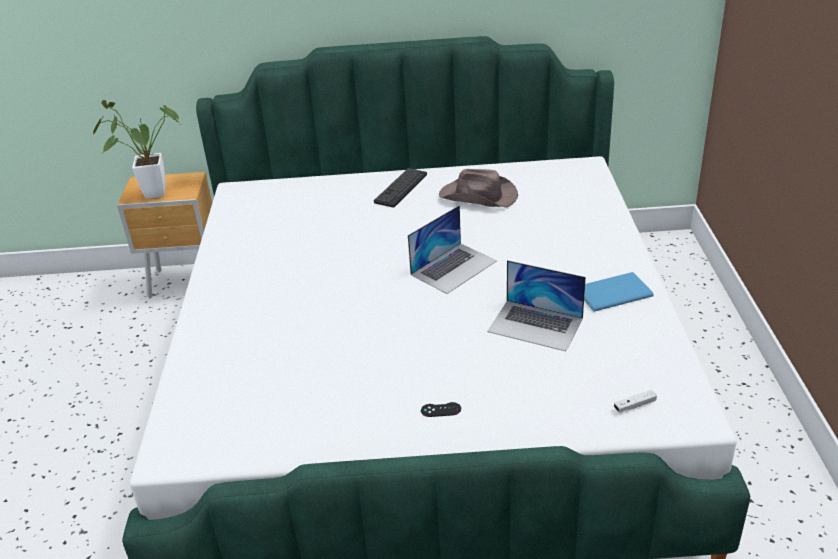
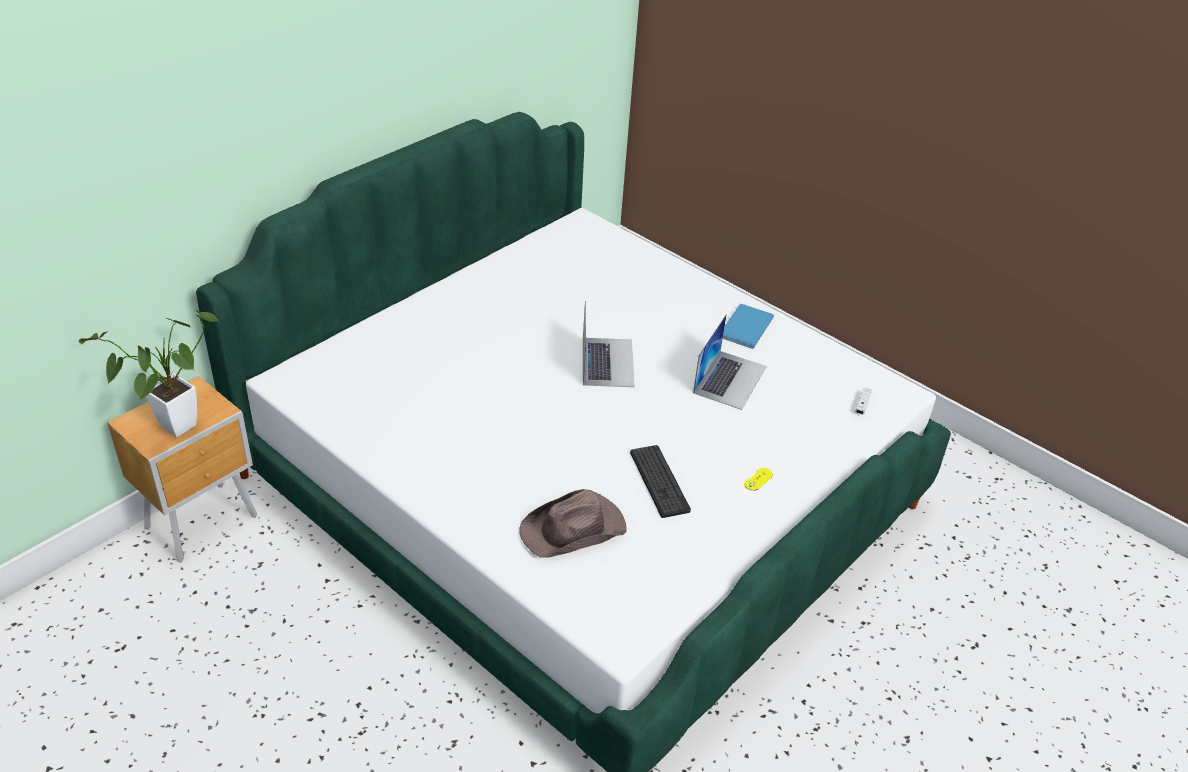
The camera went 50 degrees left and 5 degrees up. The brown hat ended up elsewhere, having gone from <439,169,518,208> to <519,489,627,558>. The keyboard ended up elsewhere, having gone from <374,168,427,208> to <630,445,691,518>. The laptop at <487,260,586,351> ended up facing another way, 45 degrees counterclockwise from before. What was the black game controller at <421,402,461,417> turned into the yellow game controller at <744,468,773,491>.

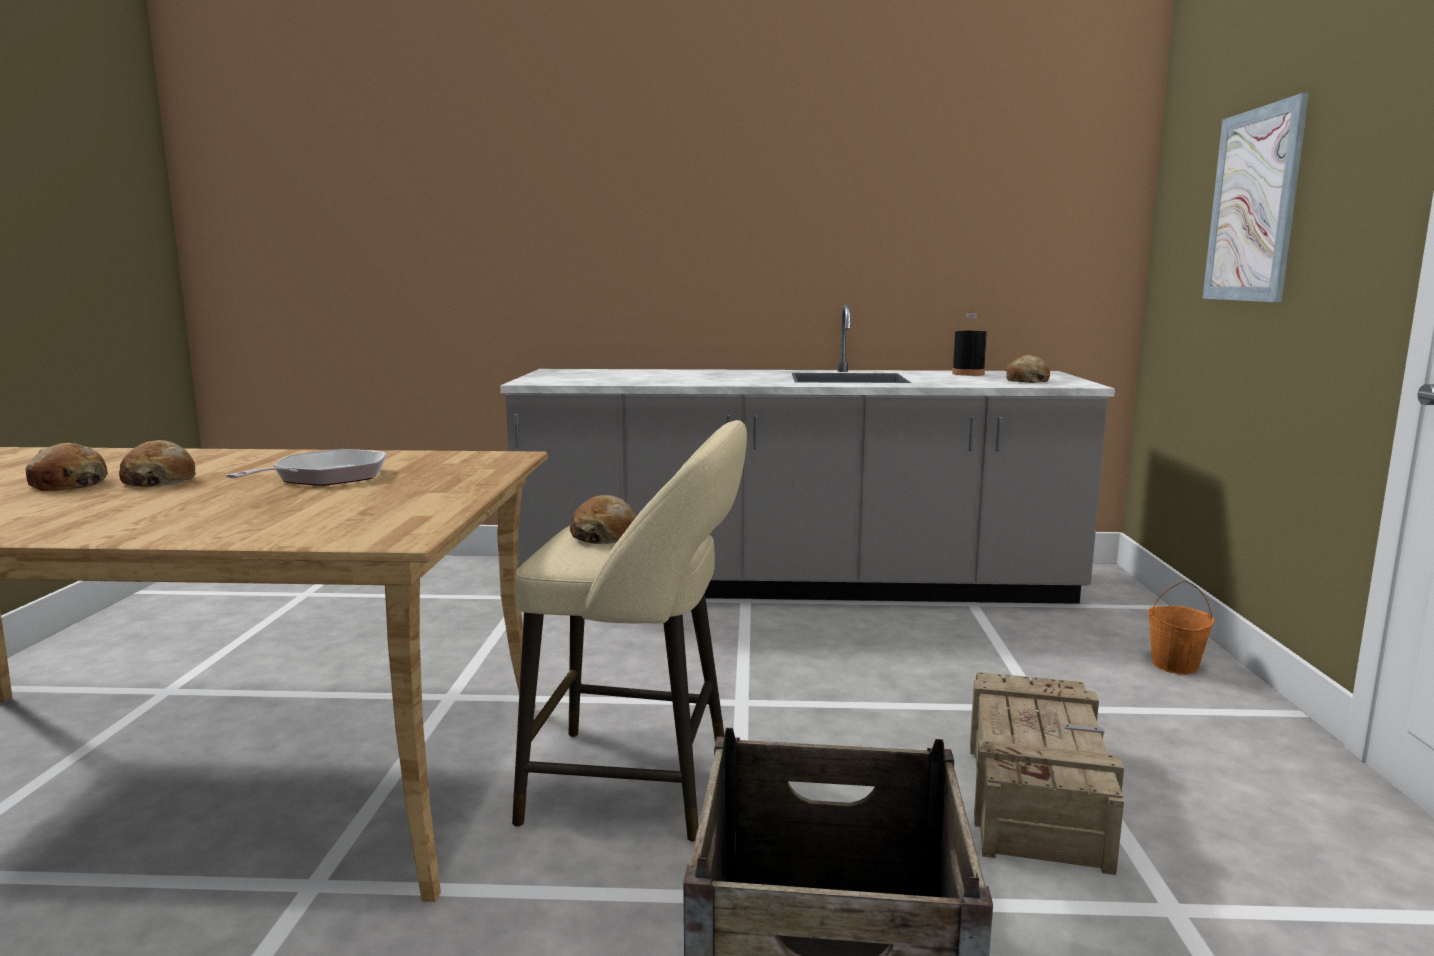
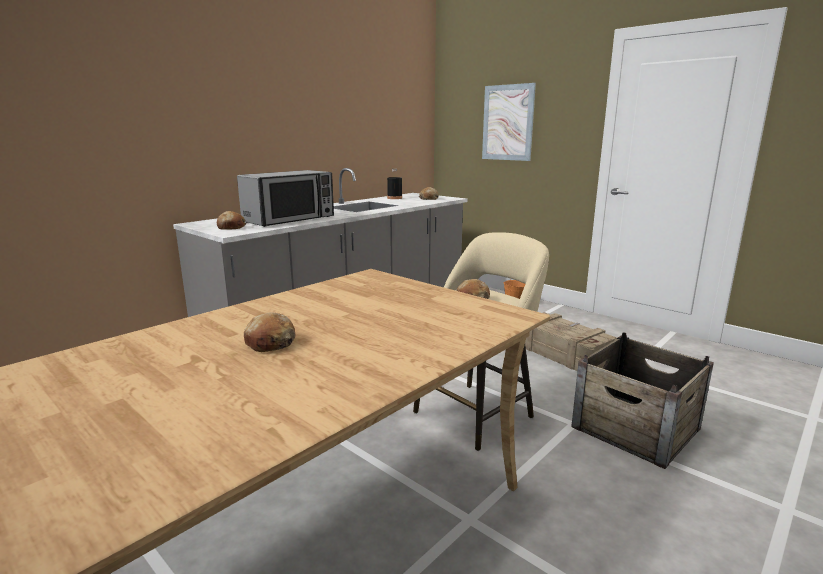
The camera went 50 degrees left and 5 degrees up. The bread ended up elsewhere, having gone from <26,443,108,491> to <217,211,247,230>. The second view gained the microwave at <237,170,334,227>. The second view lost the frying pan at <226,449,386,486>.

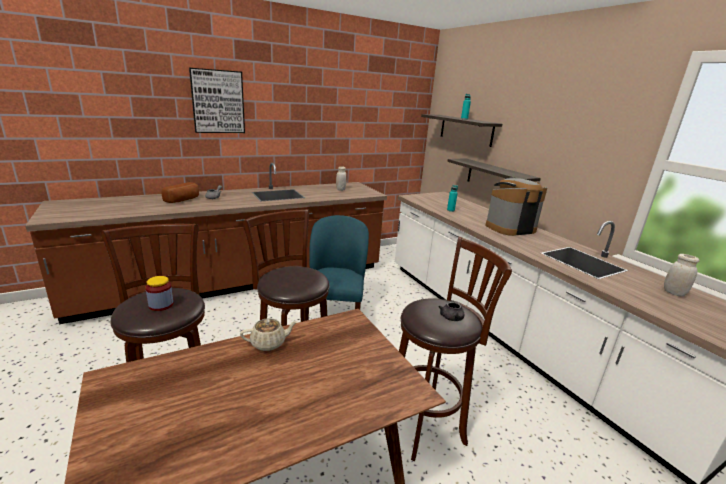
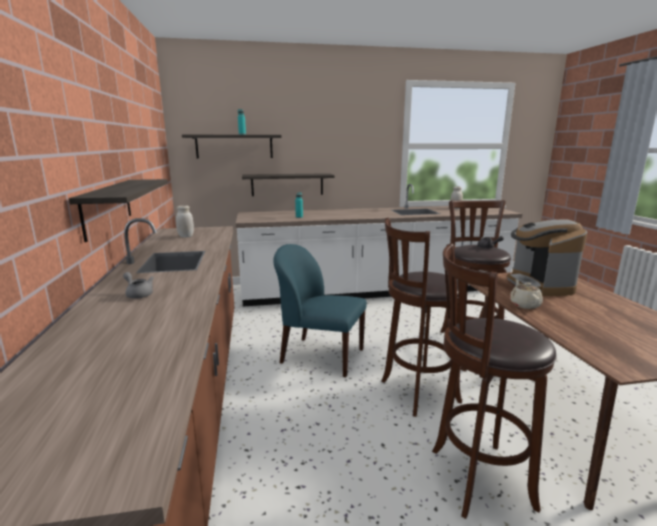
The camera went 70 degrees left and 5 degrees down. The second view gained the shelf at <69,179,168,242>. The coffee machine ended up elsewhere, having gone from <486,177,547,236> to <507,219,587,296>. The second view lost the jar at <145,276,174,311>. The second view lost the bread at <162,182,199,203>. The second view lost the picture at <189,68,245,133>.

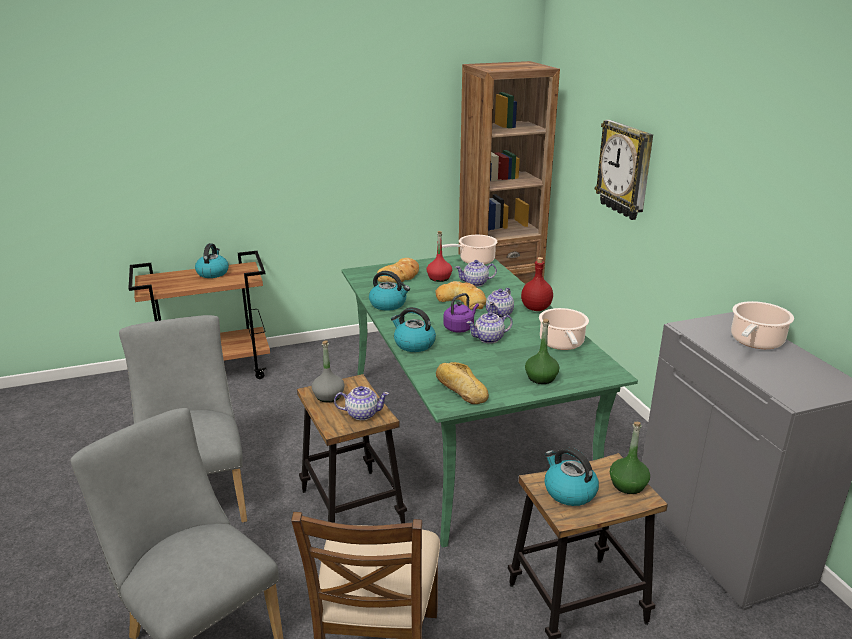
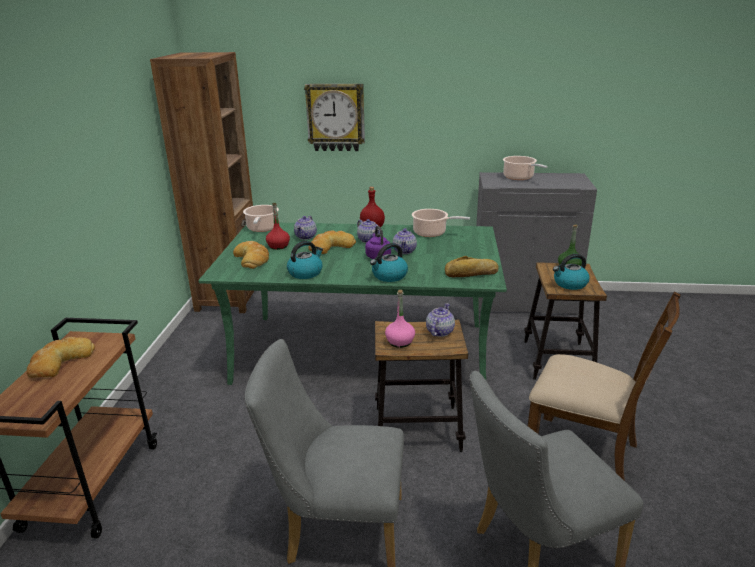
The camera went 65 degrees left and 0 degrees up. Where the kettle stood at <195,243,229,278>, the bread came to stand at <27,337,95,378>. What was the grey bottle at <312,341,345,403> turned into the pink bottle at <385,290,415,348>. The second view lost the green bottle at <525,318,559,384>.

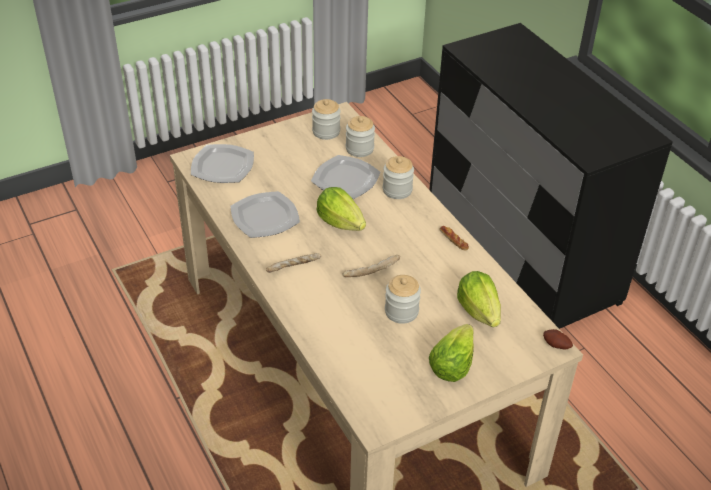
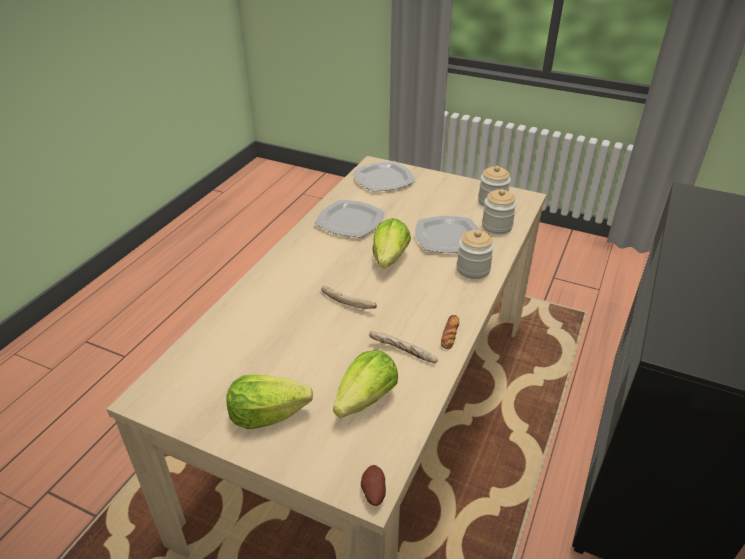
The camera went 55 degrees right and 5 degrees down. The bread ended up elsewhere, having gone from <266,253,322,273> to <369,331,438,363>. The second view lost the jar at <385,275,421,324>.

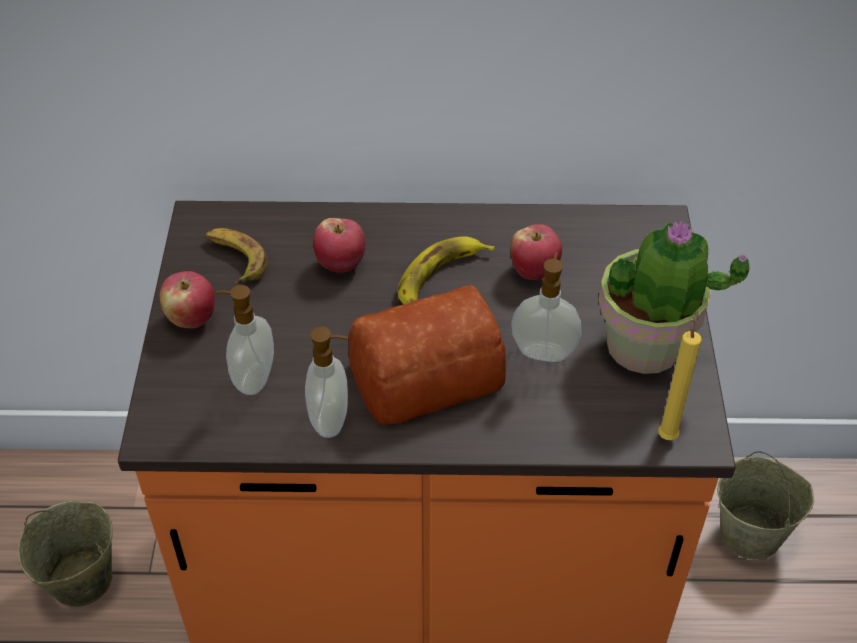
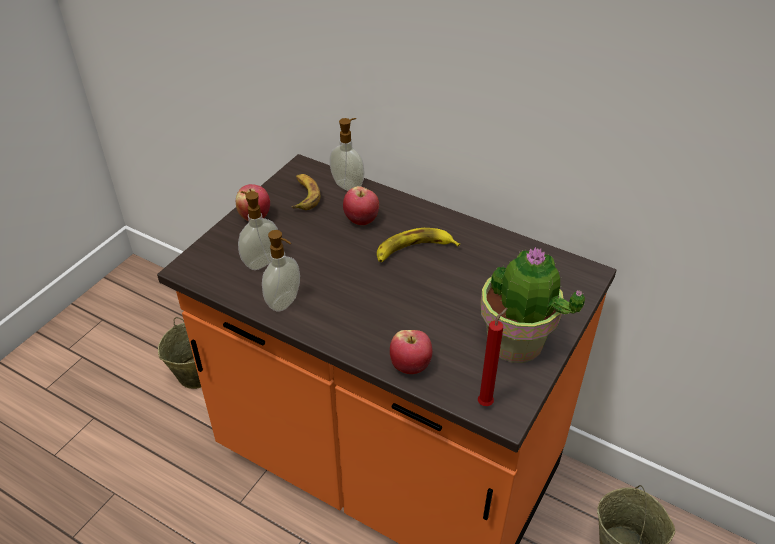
The camera went 30 degrees right and 5 degrees down. The soap dispenser ended up elsewhere, having gone from <511,252,582,362> to <330,118,365,191>. The apple ended up elsewhere, having gone from <510,224,562,280> to <390,330,432,374>. What was the yellow candle at <658,311,702,440> turned into the red candle at <478,308,508,406>. The second view lost the bread at <349,285,506,425>.

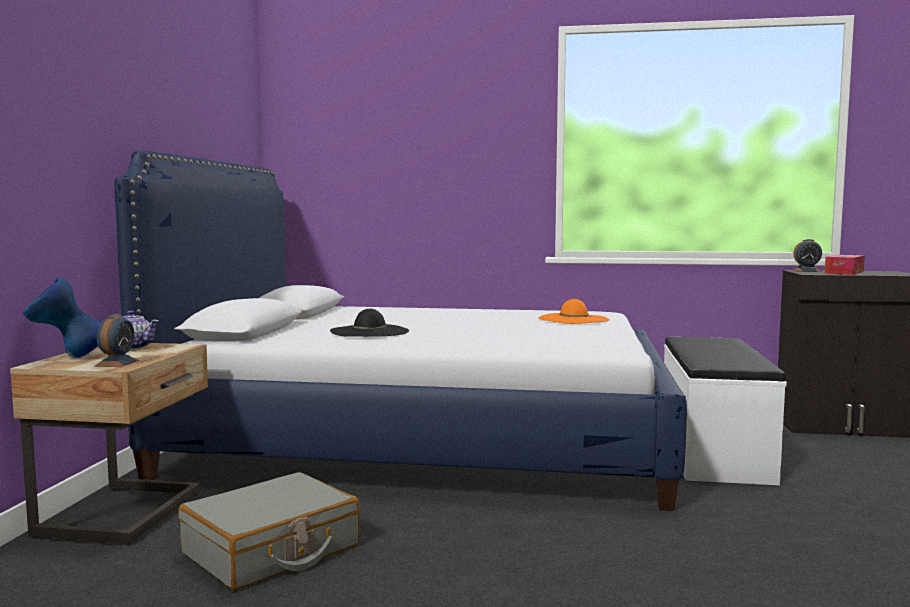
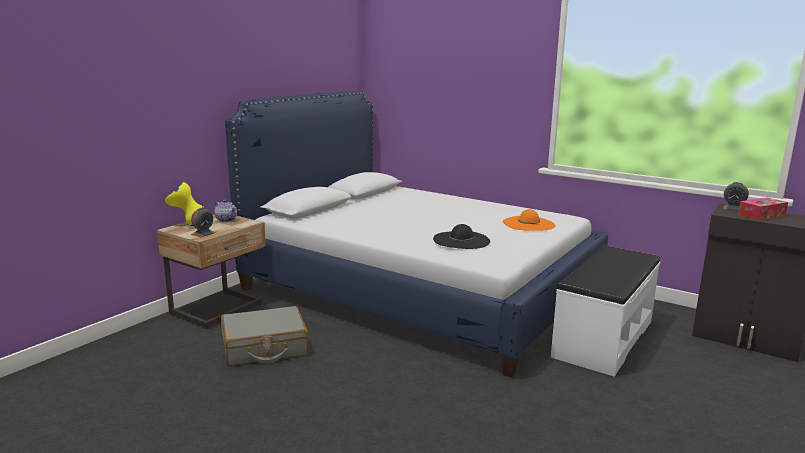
The camera went 25 degrees right and 10 degrees up. What was the blue vase at <23,277,101,358> turned into the yellow vase at <165,182,205,226>. The black hat ended up elsewhere, having gone from <330,309,409,337> to <433,224,490,249>.

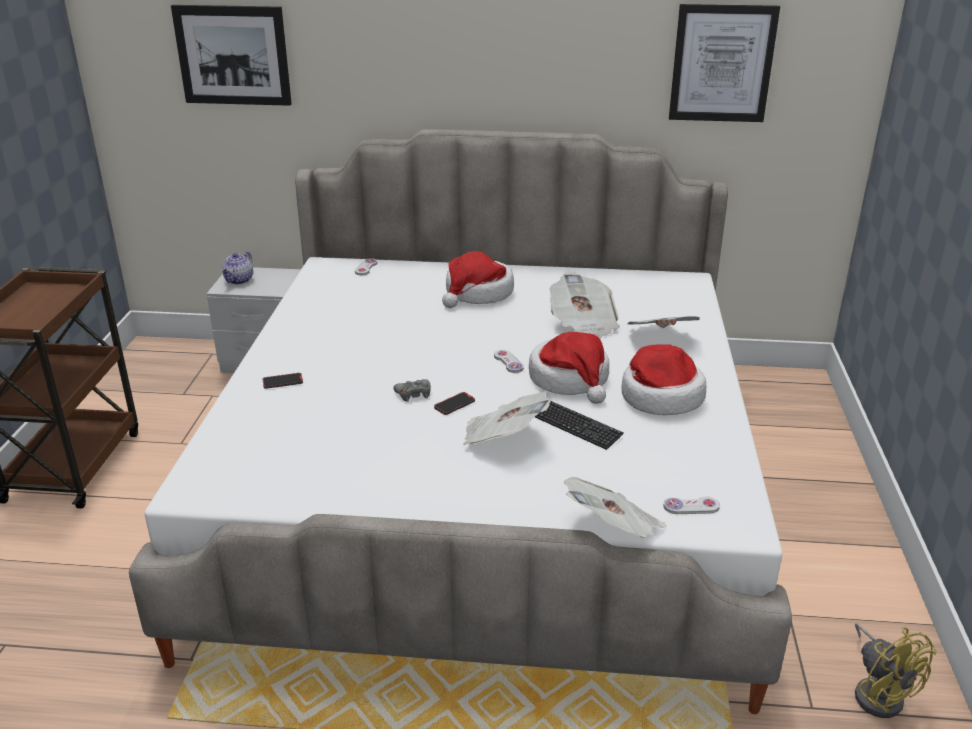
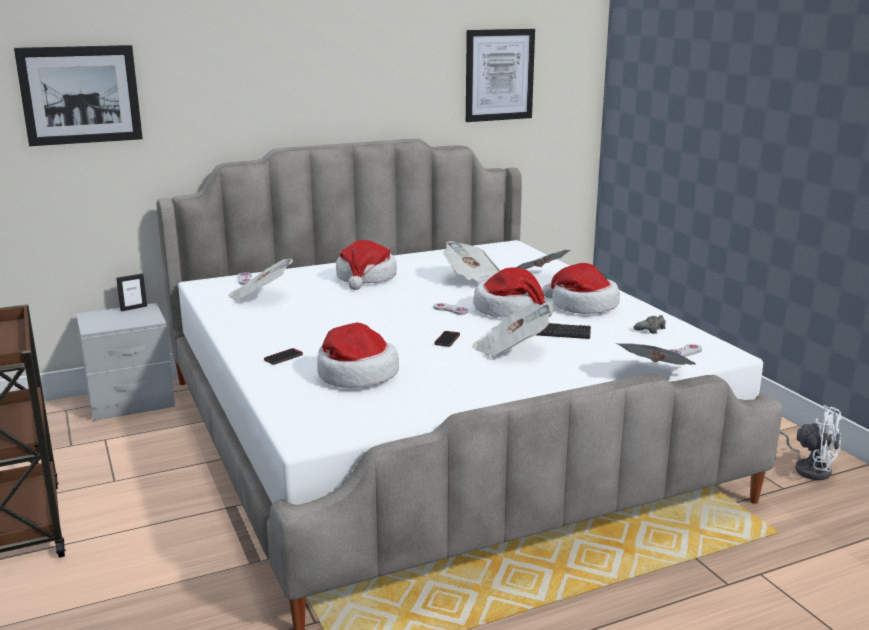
The camera went 30 degrees left and 10 degrees down. The second view gained the picture frame at <116,273,147,311>. The second view gained the newspaper at <228,258,293,302>. The second view gained the hat at <317,323,399,388>. The grey game controller ended up elsewhere, having gone from <393,379,431,402> to <633,315,666,334>. What was the yellow fan at <855,623,936,718> turned into the white fan at <779,405,843,480>. The second view lost the teapot at <221,251,253,284>.

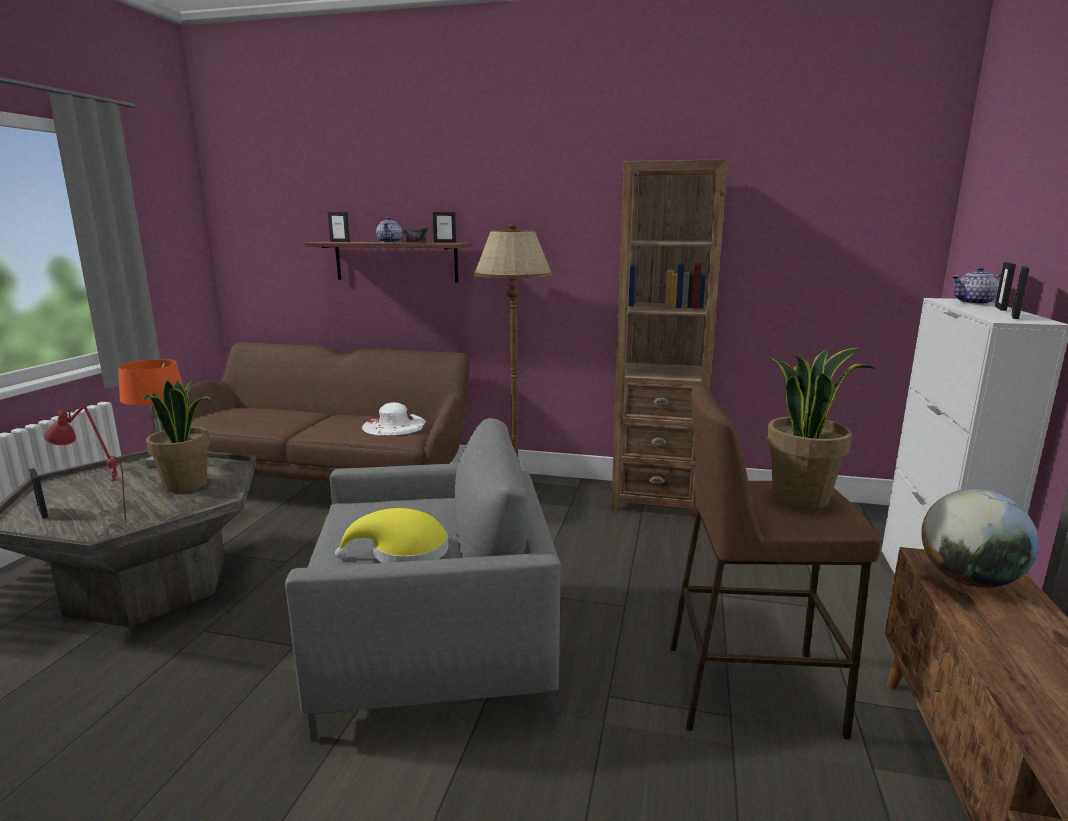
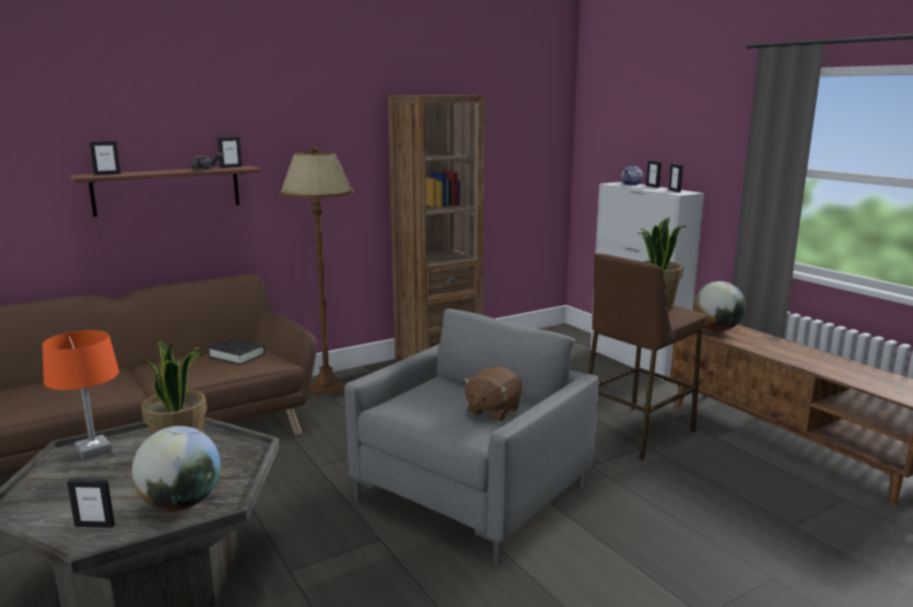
The camera went 45 degrees left and 0 degrees up. Where the red table lamp stood at <43,403,126,522>, the globe came to stand at <132,426,221,511>. Where the white hat stood at <362,402,428,436>, the black book came to stand at <208,338,265,365>. Where the yellow hat stood at <335,508,449,563>, the brown plush toy came to stand at <463,366,522,422>. The second view lost the teapot at <376,217,402,243>.

